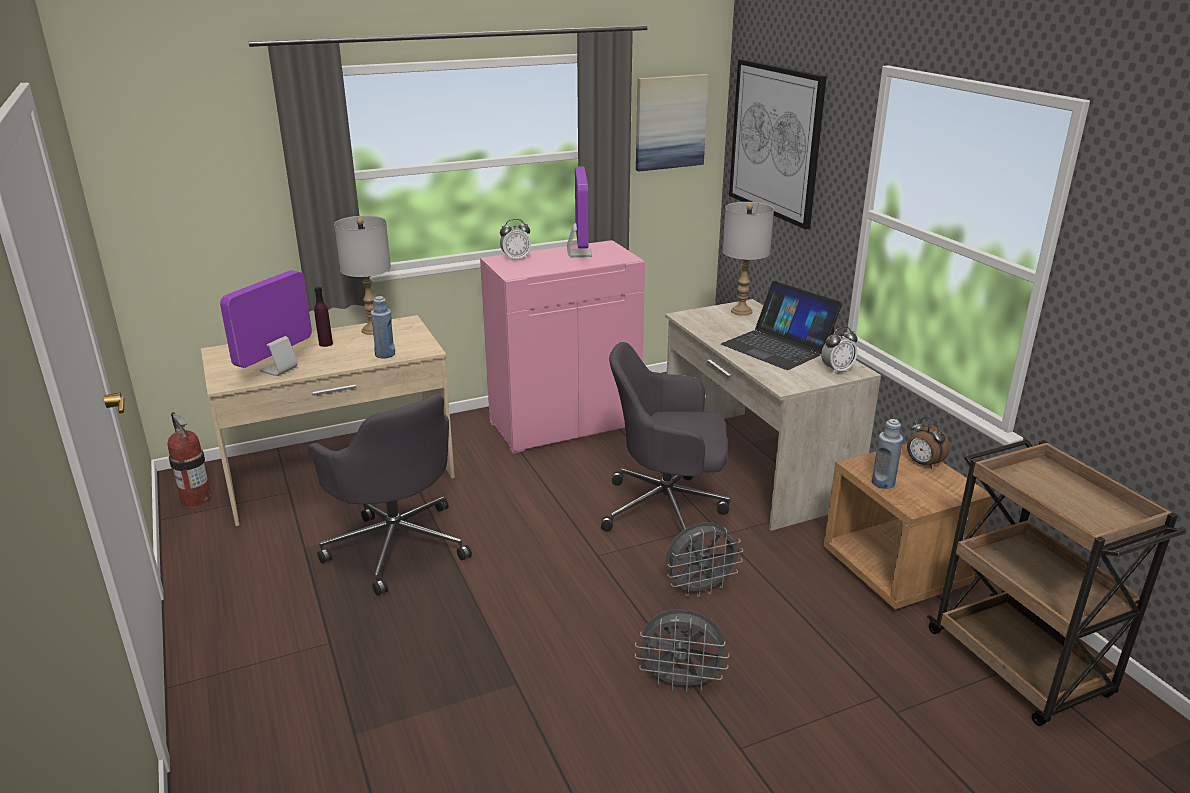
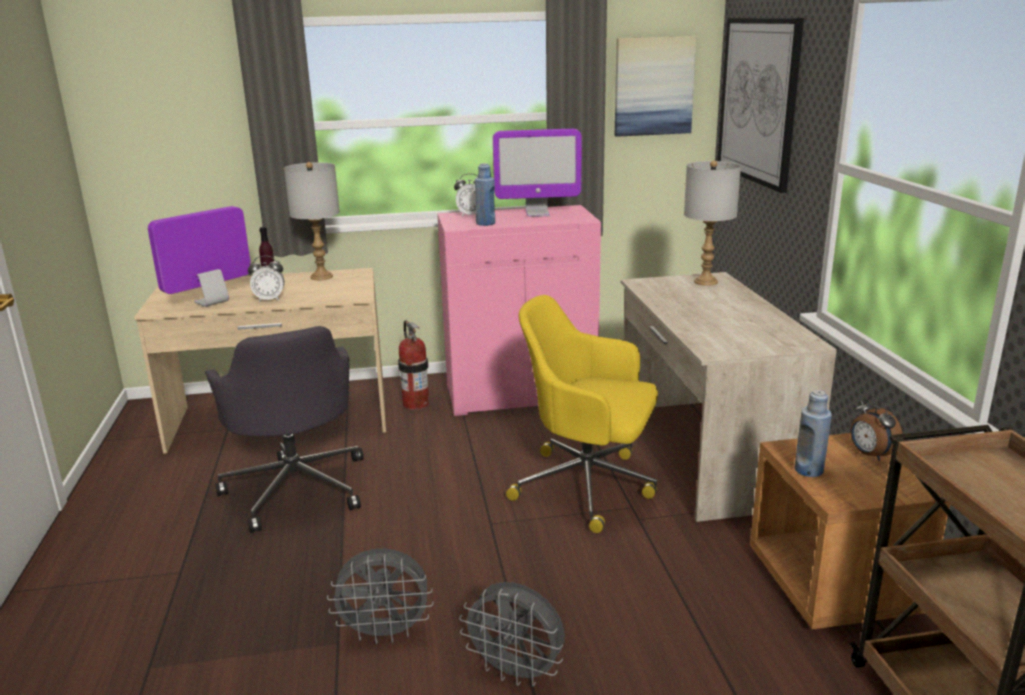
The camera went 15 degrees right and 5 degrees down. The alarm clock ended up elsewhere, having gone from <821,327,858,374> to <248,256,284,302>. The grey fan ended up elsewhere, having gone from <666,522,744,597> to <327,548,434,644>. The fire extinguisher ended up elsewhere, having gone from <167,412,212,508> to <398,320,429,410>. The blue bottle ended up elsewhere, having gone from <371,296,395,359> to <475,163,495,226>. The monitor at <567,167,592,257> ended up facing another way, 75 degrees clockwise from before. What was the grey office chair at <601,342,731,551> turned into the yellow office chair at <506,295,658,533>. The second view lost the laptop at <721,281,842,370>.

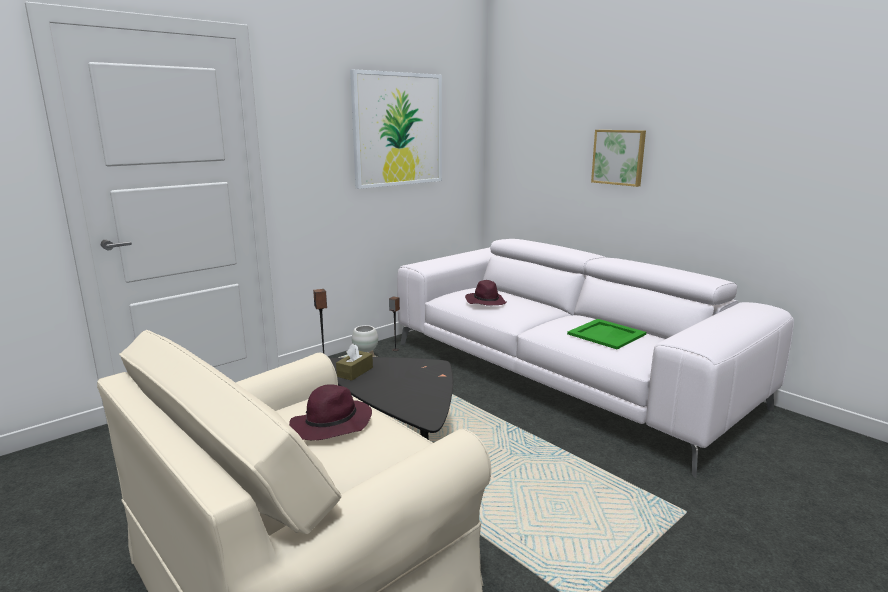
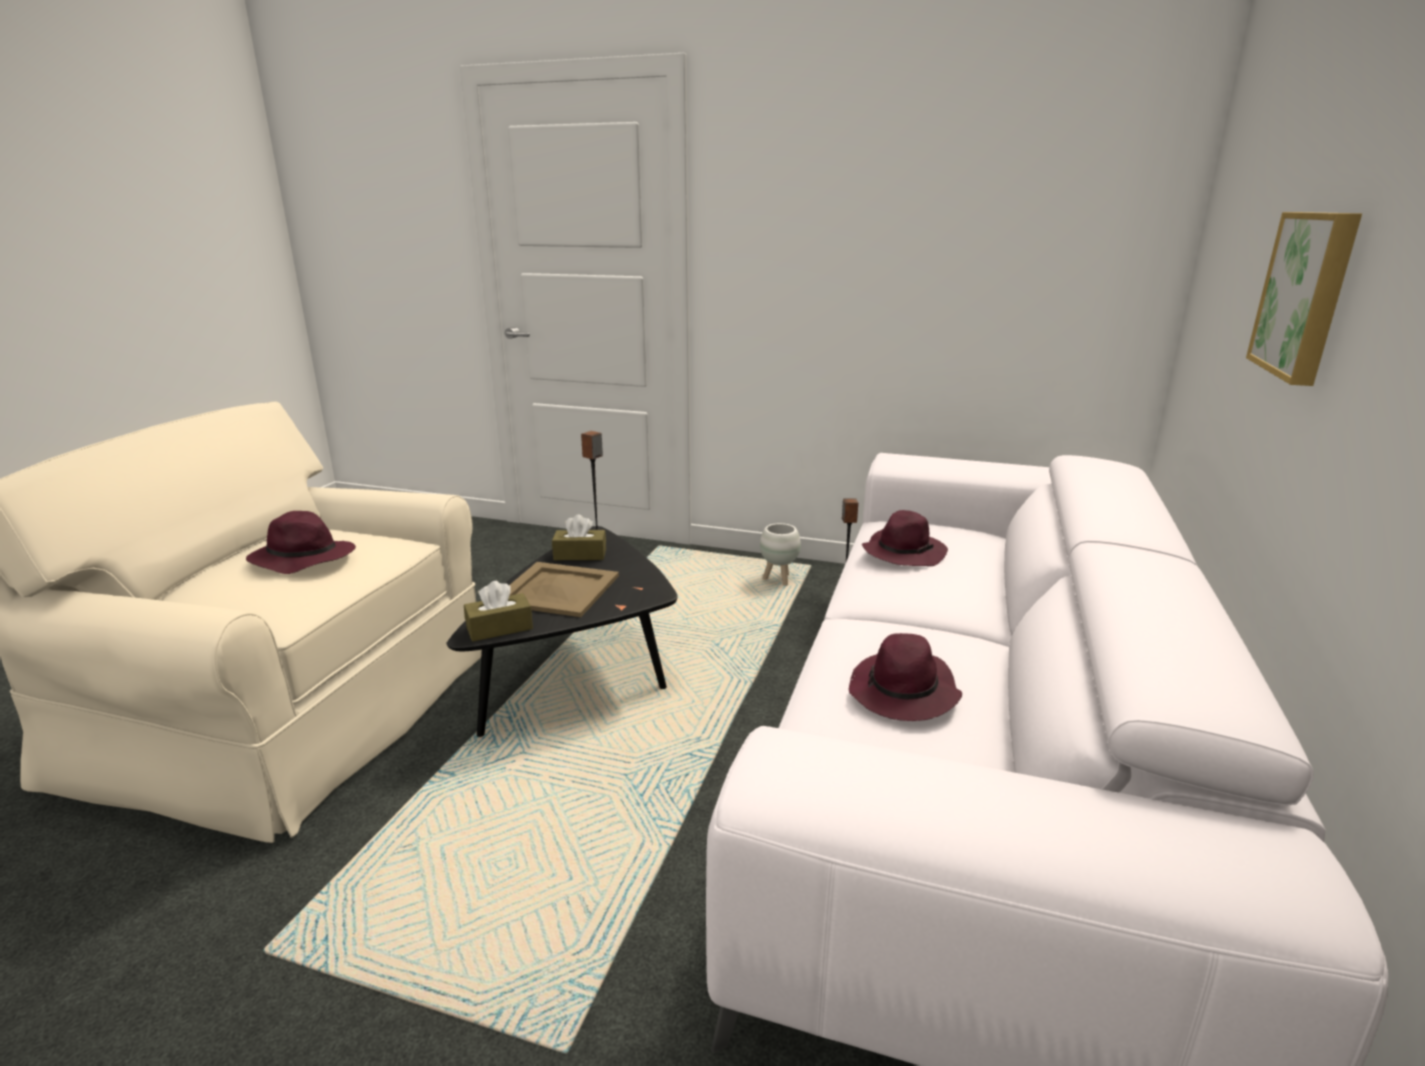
The camera went 60 degrees right and 5 degrees up. The second view gained the brown tissue box at <464,581,533,642>. The second view gained the beige tray at <509,562,619,617>. Where the green tray stood at <567,319,646,349>, the purple hat came to stand at <849,633,962,721>. The second view lost the picture at <350,69,442,189>.

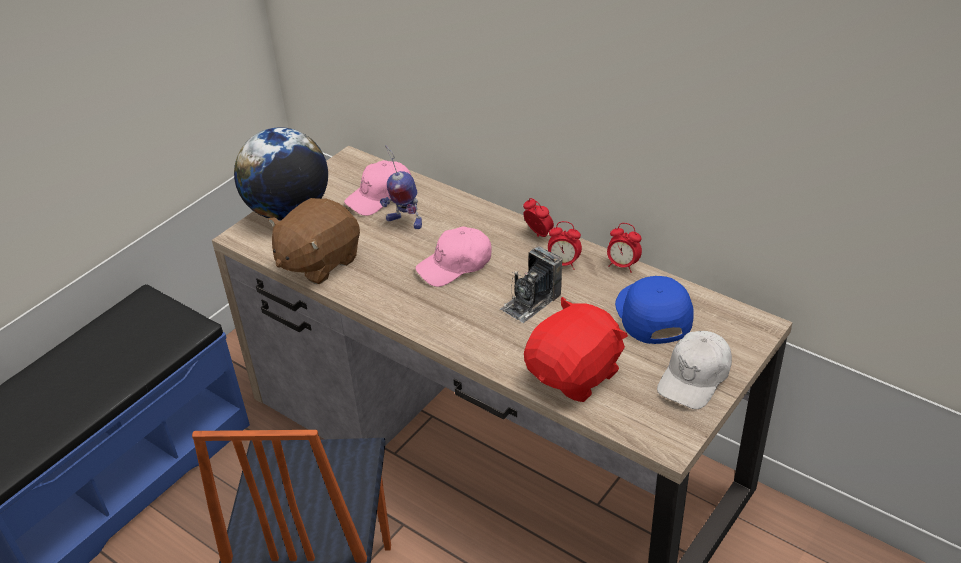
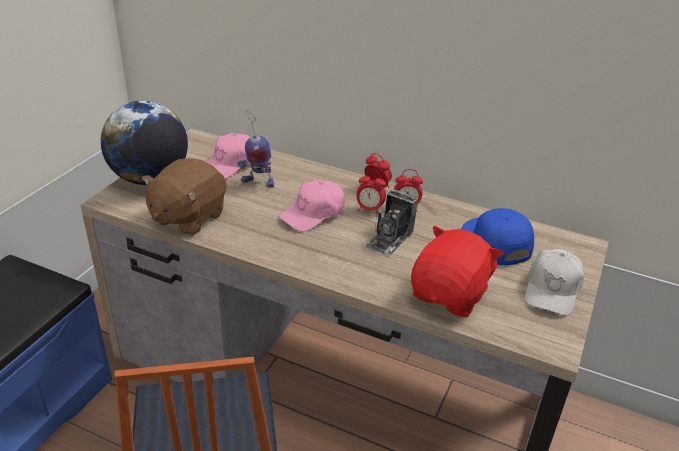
The camera went 15 degrees left and 5 degrees down. The alarm clock ended up elsewhere, having gone from <607,223,642,273> to <357,171,386,215>.

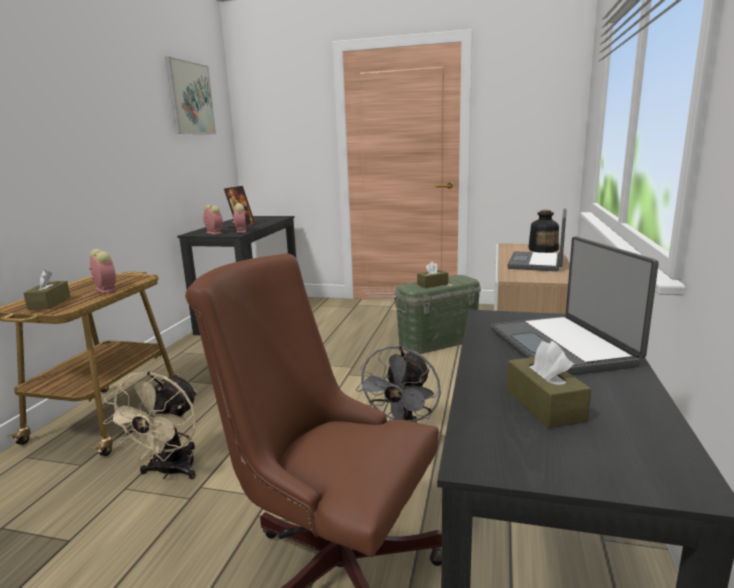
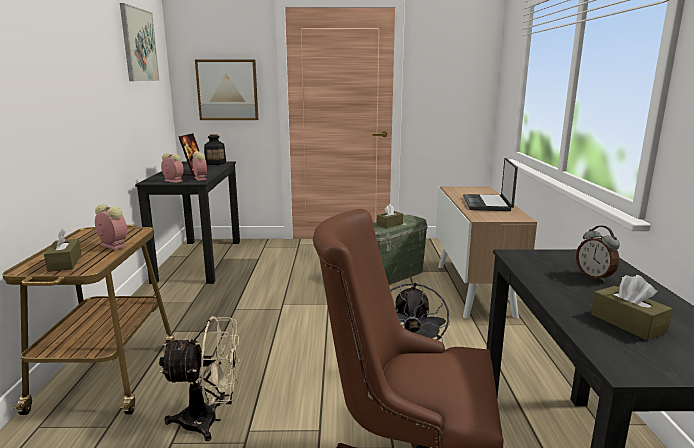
The camera went 15 degrees left and 0 degrees up. The beige fan at <103,371,197,479> ended up facing another way, 90 degrees counterclockwise from before. The second view gained the picture at <195,59,258,120>. The bottle ended up elsewhere, having gone from <528,210,559,253> to <204,134,226,165>. Where the laptop stood at <491,236,659,375>, the alarm clock came to stand at <576,226,620,282>.

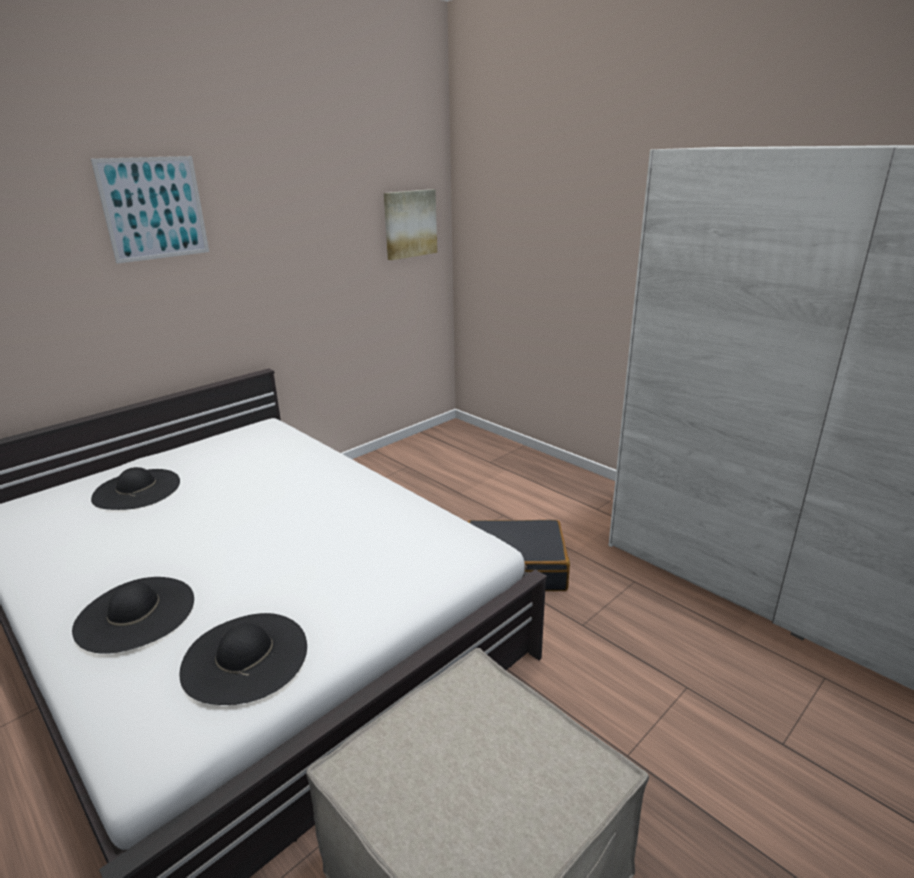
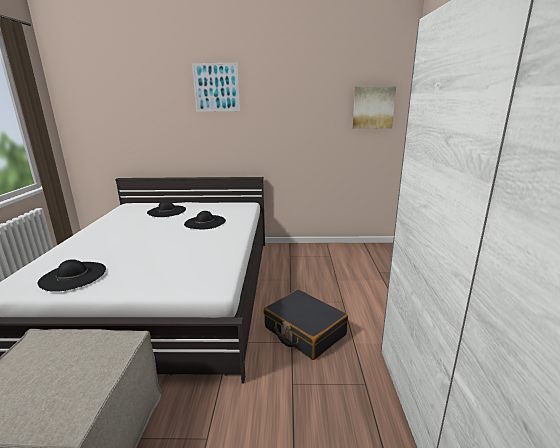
The camera went 45 degrees right and 5 degrees down. The black hat ended up elsewhere, having gone from <72,577,194,654> to <184,211,226,229>.

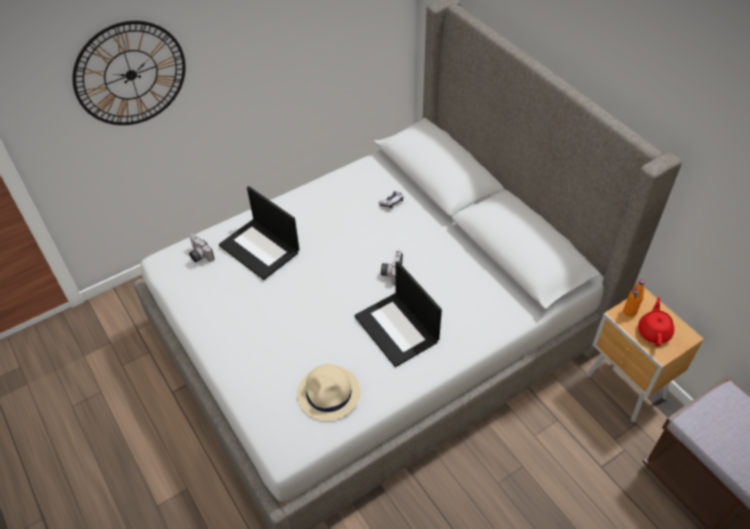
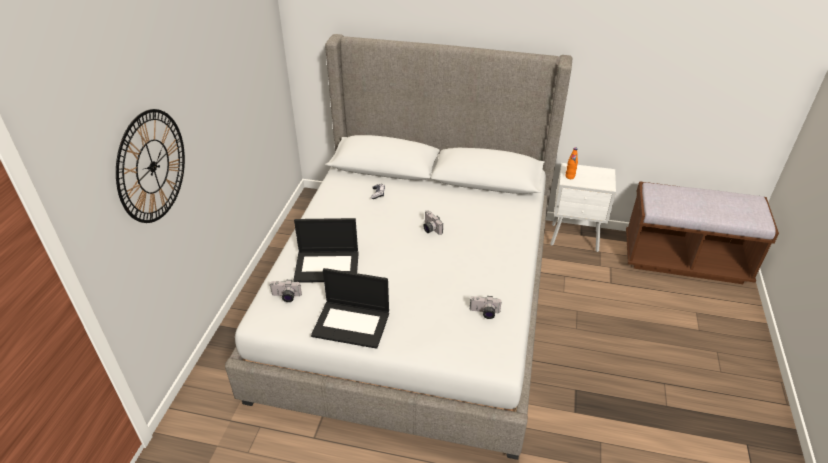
The camera went 45 degrees left and 10 degrees down. The laptop ended up elsewhere, having gone from <354,261,442,367> to <311,268,389,349>. Where the beige hat stood at <297,364,361,421>, the photo camera came to stand at <470,296,502,319>. What was the brown nightstand at <586,288,704,422> turned into the white nightstand at <550,163,616,252>. The second view lost the red teapot at <638,297,674,347>.

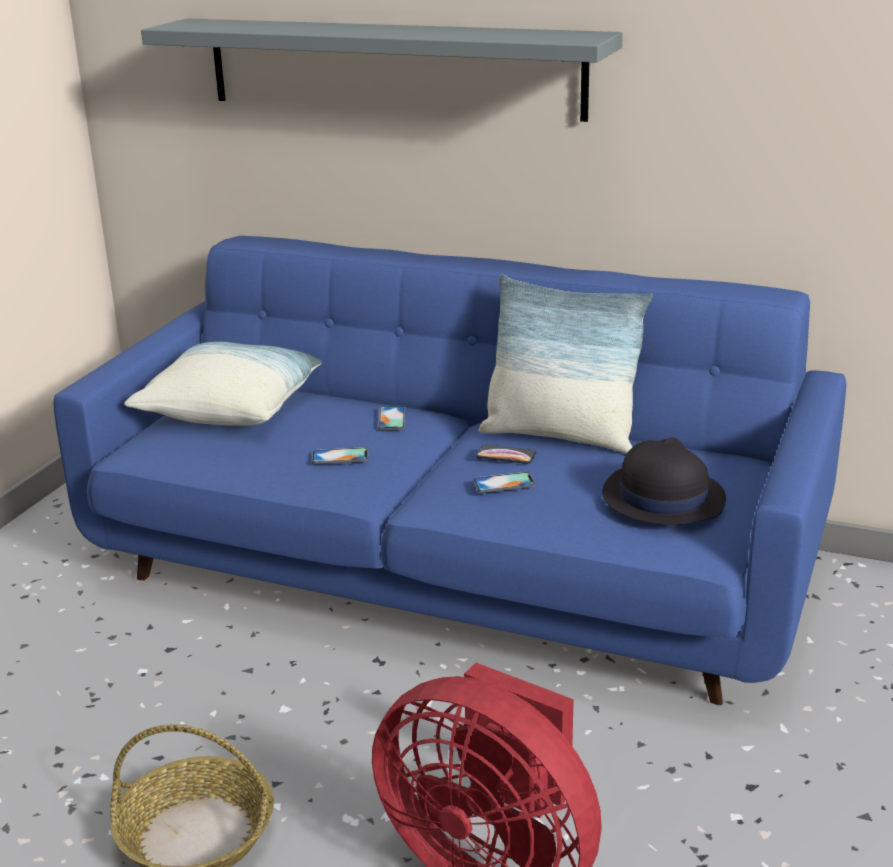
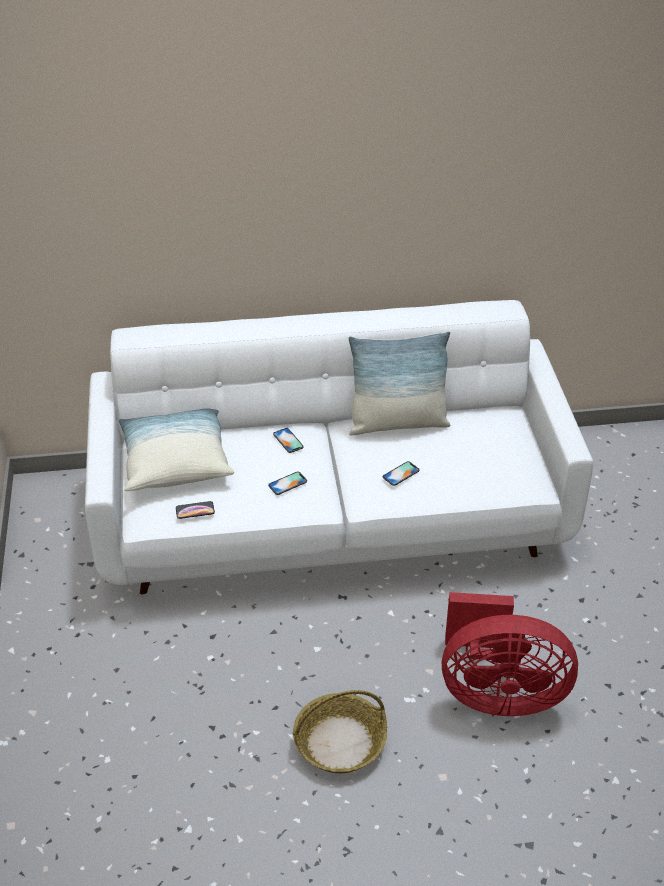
The camera went 30 degrees left and 15 degrees up. What was the blue sofa at <53,236,846,705> turned into the white sofa at <85,300,593,594>. The phone ended up elsewhere, having gone from <476,445,536,464> to <176,501,215,519>. The second view lost the grey shelf at <141,18,623,122>. The second view lost the black hat at <602,438,726,525>.

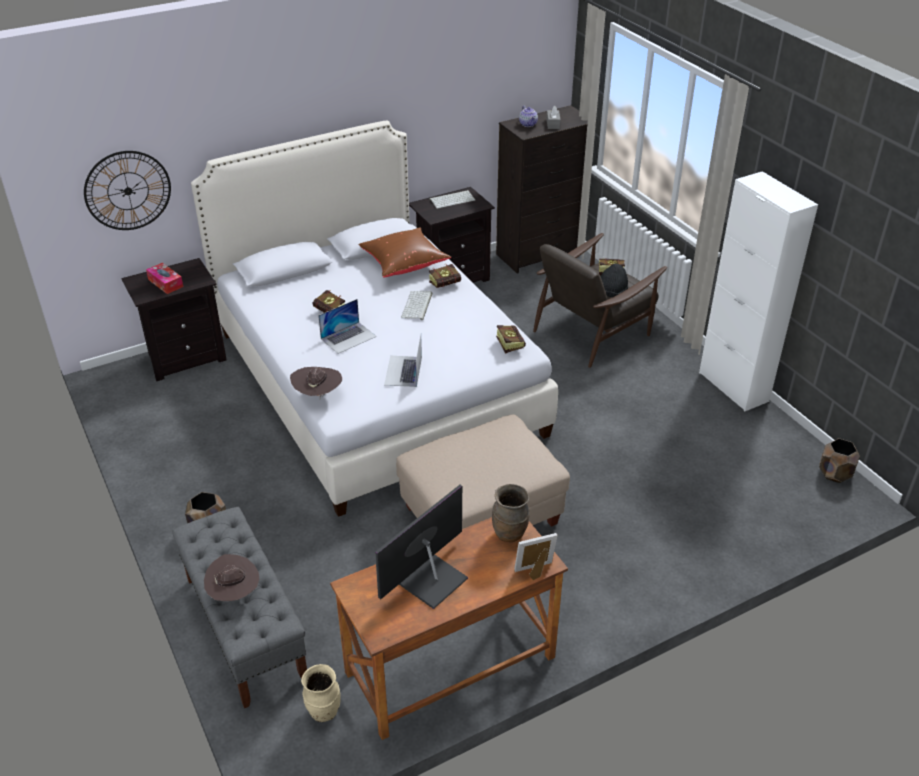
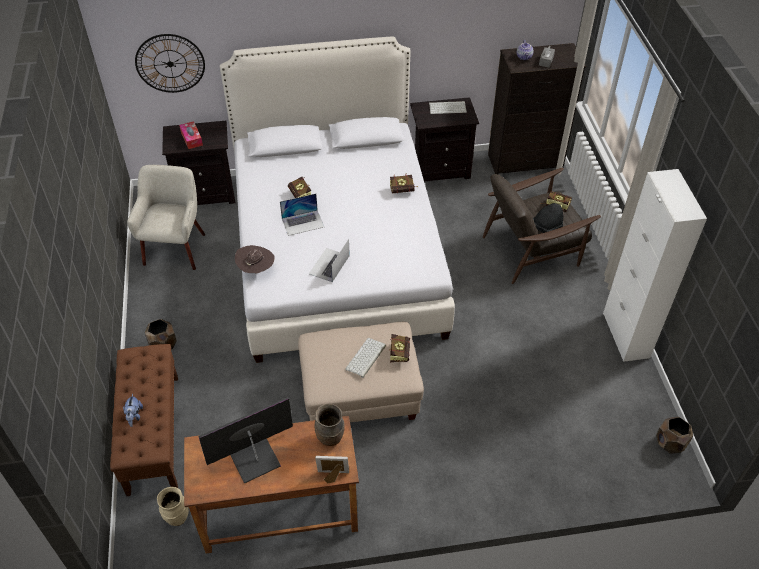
The camera went 20 degrees right and 10 degrees up. What was the grey bench at <172,507,307,708> turned into the brown bench at <110,344,178,496>. Where the brown hat stood at <204,554,259,601>, the plush toy came to stand at <123,394,143,427>. The second view gained the beige armchair at <127,165,205,270>. The keyboard ended up elsewhere, having gone from <401,291,432,320> to <345,338,386,378>. The book ended up elsewhere, having gone from <496,325,526,354> to <390,334,410,363>. The second view lost the brown pillow at <358,227,451,277>.

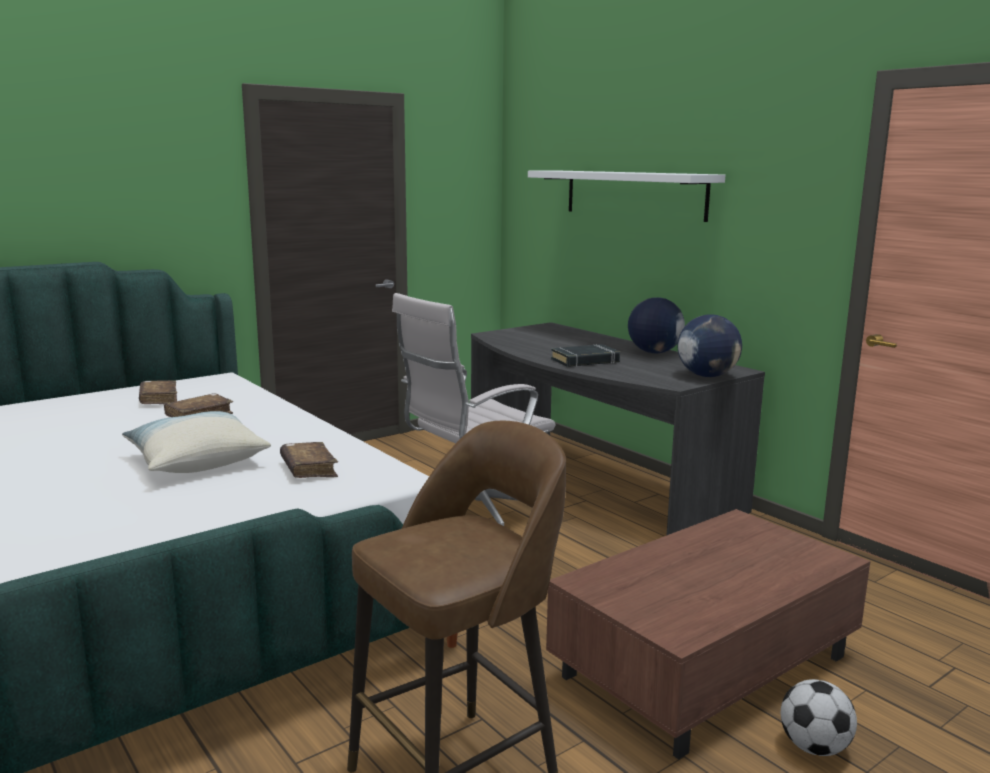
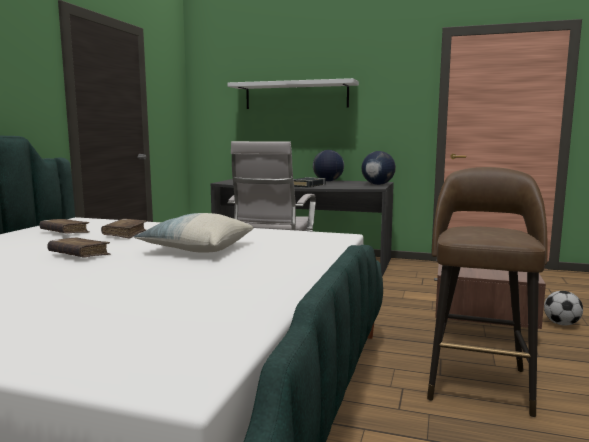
The camera went 35 degrees left and 5 degrees down. The brown book ended up elsewhere, having gone from <280,442,338,478> to <47,238,110,257>.

